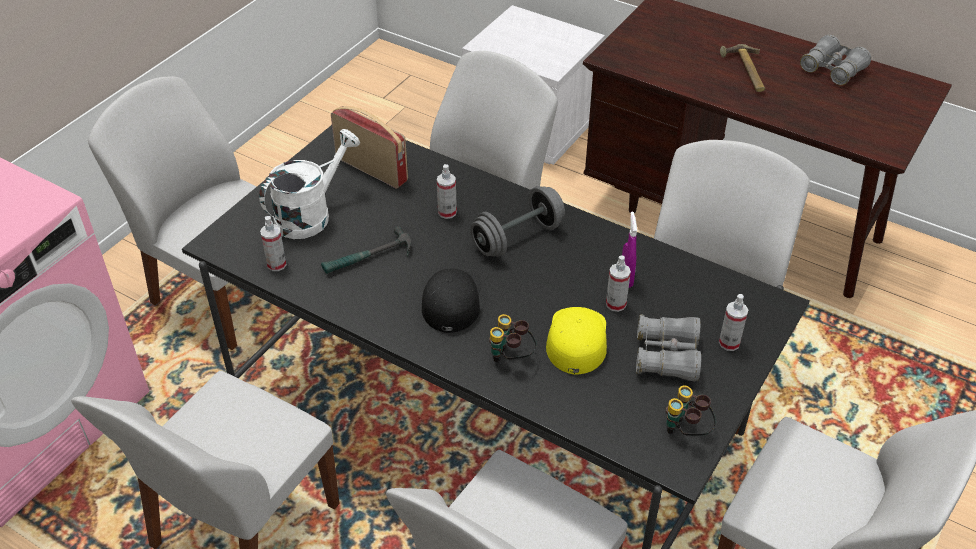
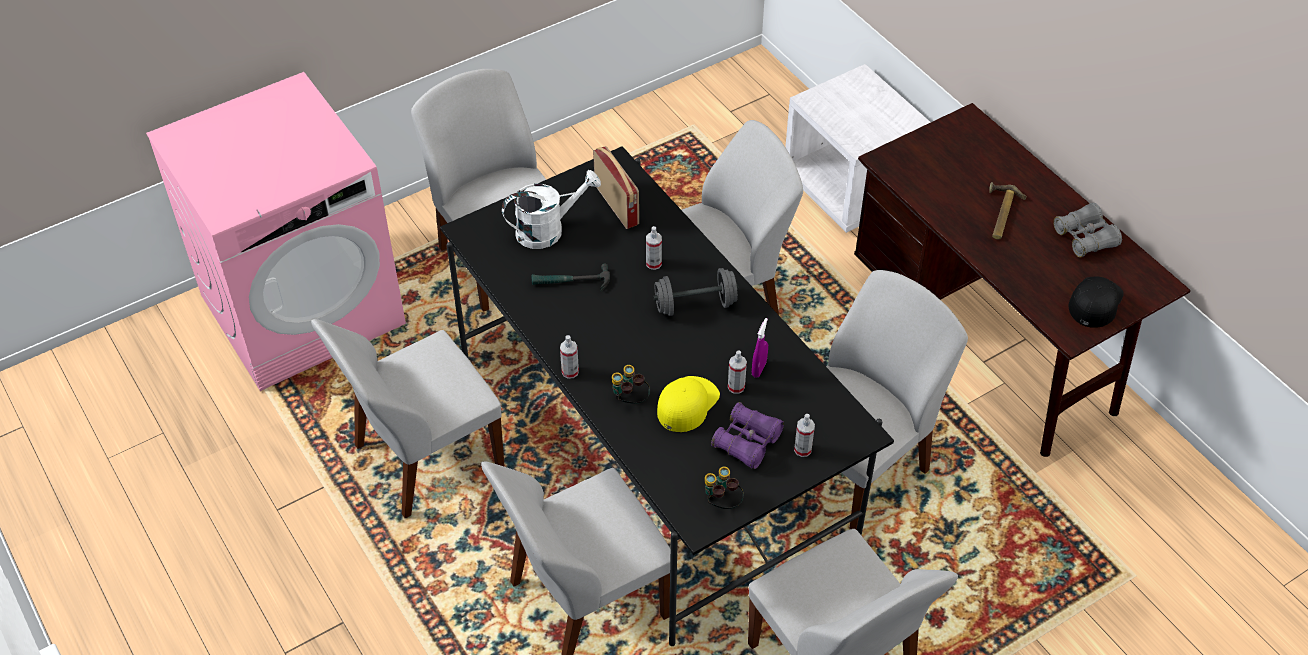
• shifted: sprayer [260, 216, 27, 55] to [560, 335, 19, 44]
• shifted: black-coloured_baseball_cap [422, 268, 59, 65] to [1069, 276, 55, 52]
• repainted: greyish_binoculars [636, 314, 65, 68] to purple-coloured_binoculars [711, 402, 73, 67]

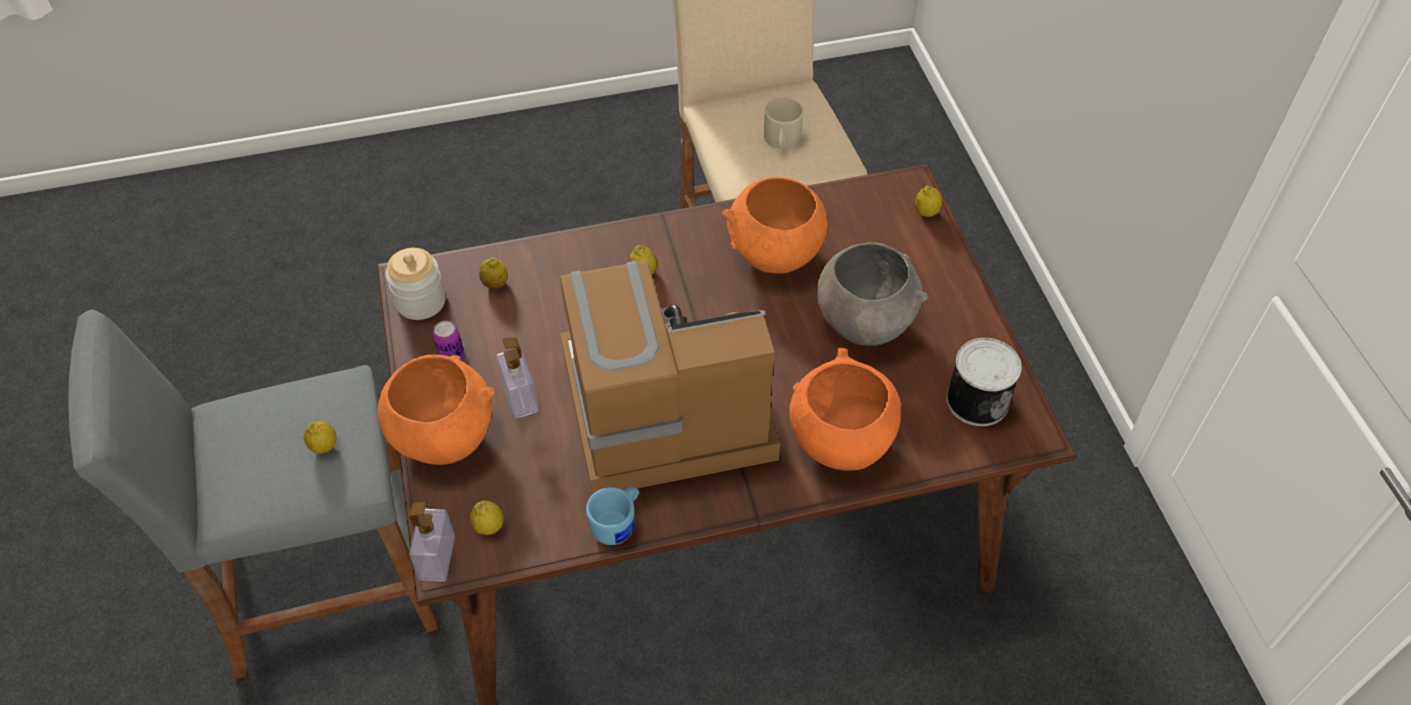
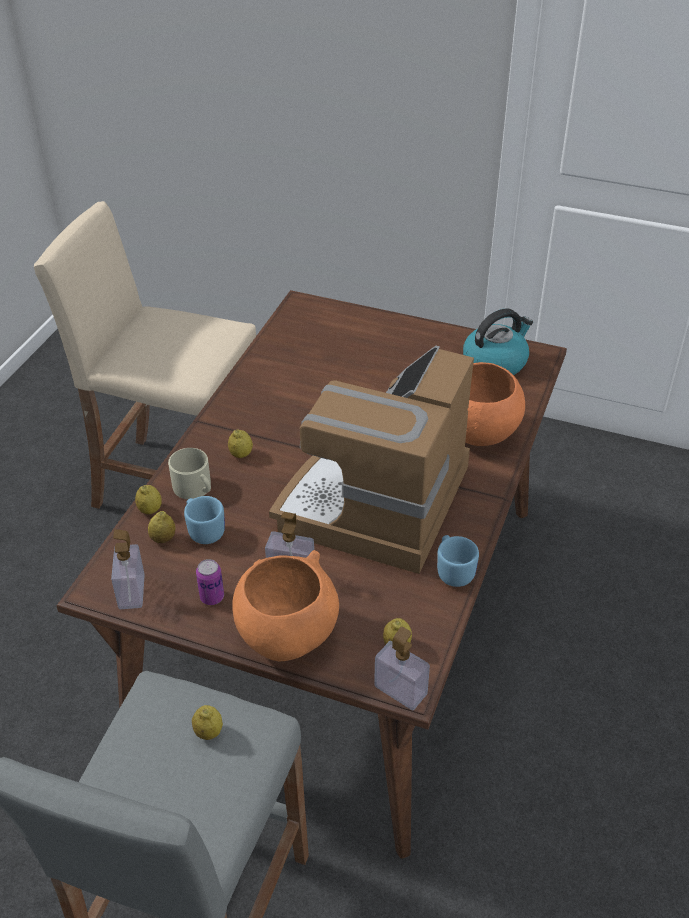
• swapped: storage_jar [386, 248, 60, 72] to soap_bottle [111, 529, 34, 80]
• gone: orange-coloured_deep_dish [722, 177, 106, 97]
• shifted: beige-coloured_mug [764, 98, 40, 51] to [168, 448, 43, 51]
• gone: greyish_deep_dish [817, 242, 111, 104]
• shifted: whole_lemon [915, 185, 27, 32] to [135, 485, 27, 29]
• swapped: sealed_can [946, 338, 76, 88] to water_kettle [463, 308, 70, 67]
• new: bluish_mug [184, 496, 41, 48]

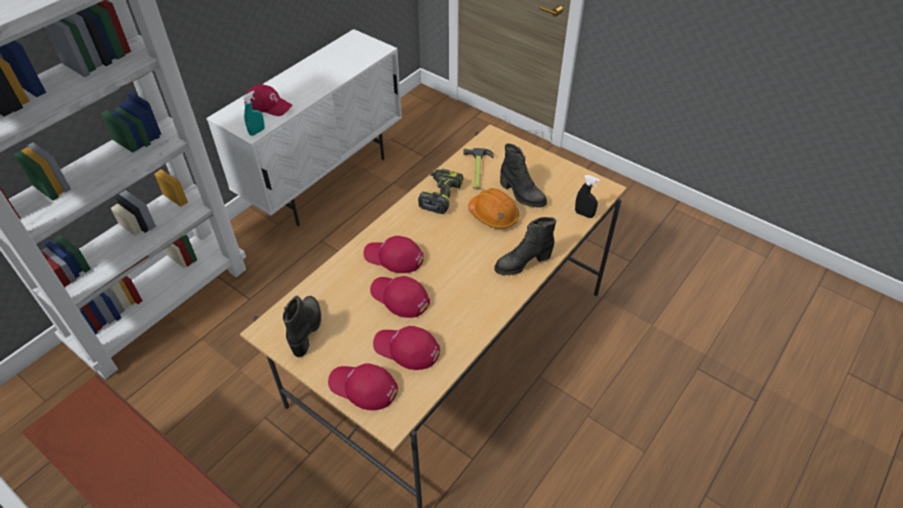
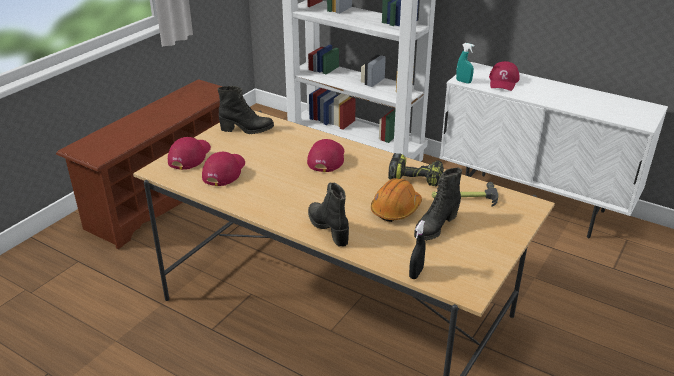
• gone: red-coloured_baseball_cap [370, 276, 60, 42]

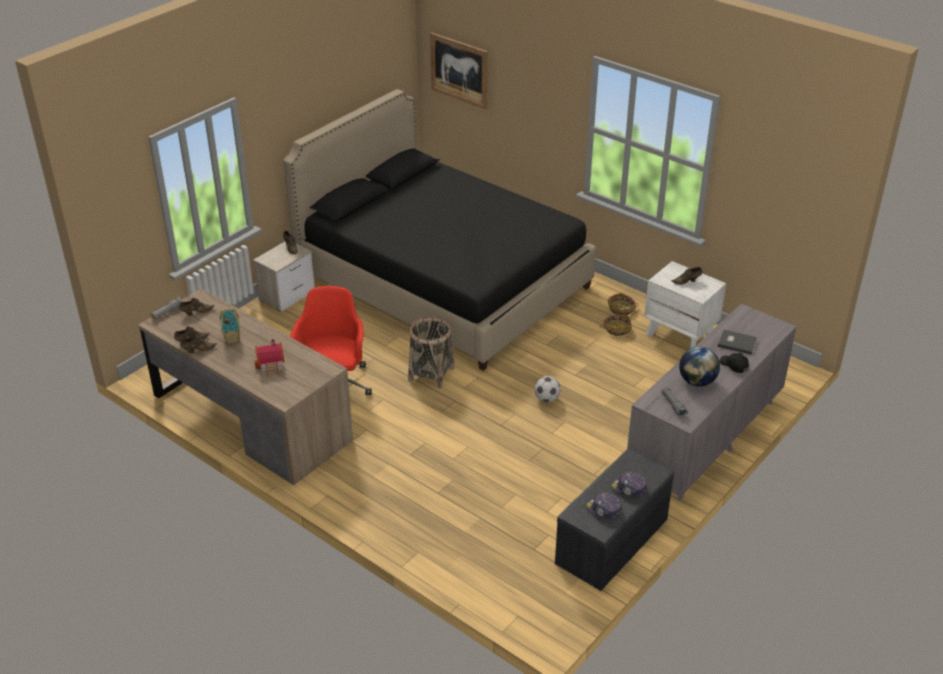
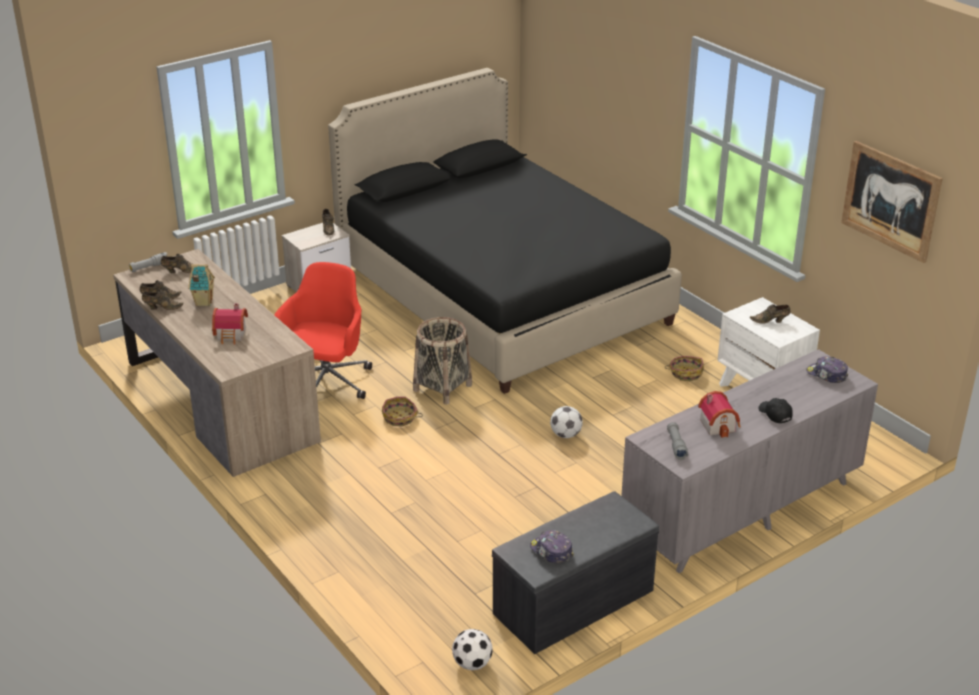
• shifted: wall_picture [430, 33, 58, 77] to [841, 141, 102, 122]
• shifted: storage_basket [608, 293, 31, 22] to [382, 397, 41, 29]
• shifted: baseball_cap [611, 472, 36, 25] to [806, 356, 42, 27]
• swapped: globe [679, 347, 41, 39] to model_house [698, 391, 42, 47]
• gone: greyish_bound_book [718, 330, 39, 25]
• new: football_ball [452, 629, 41, 41]

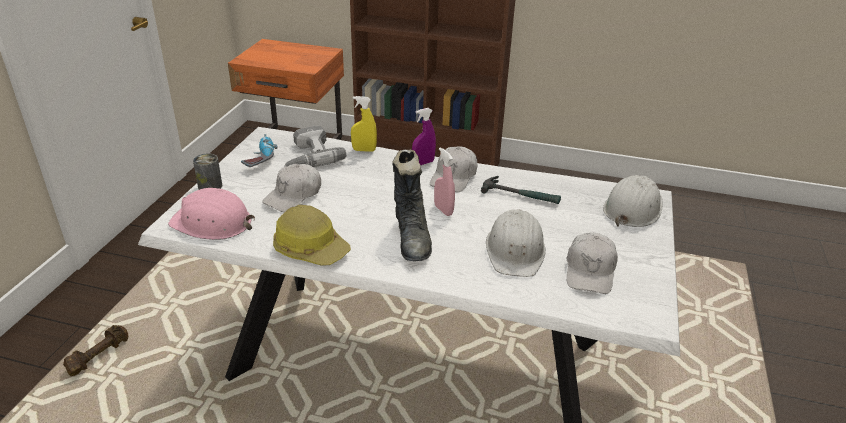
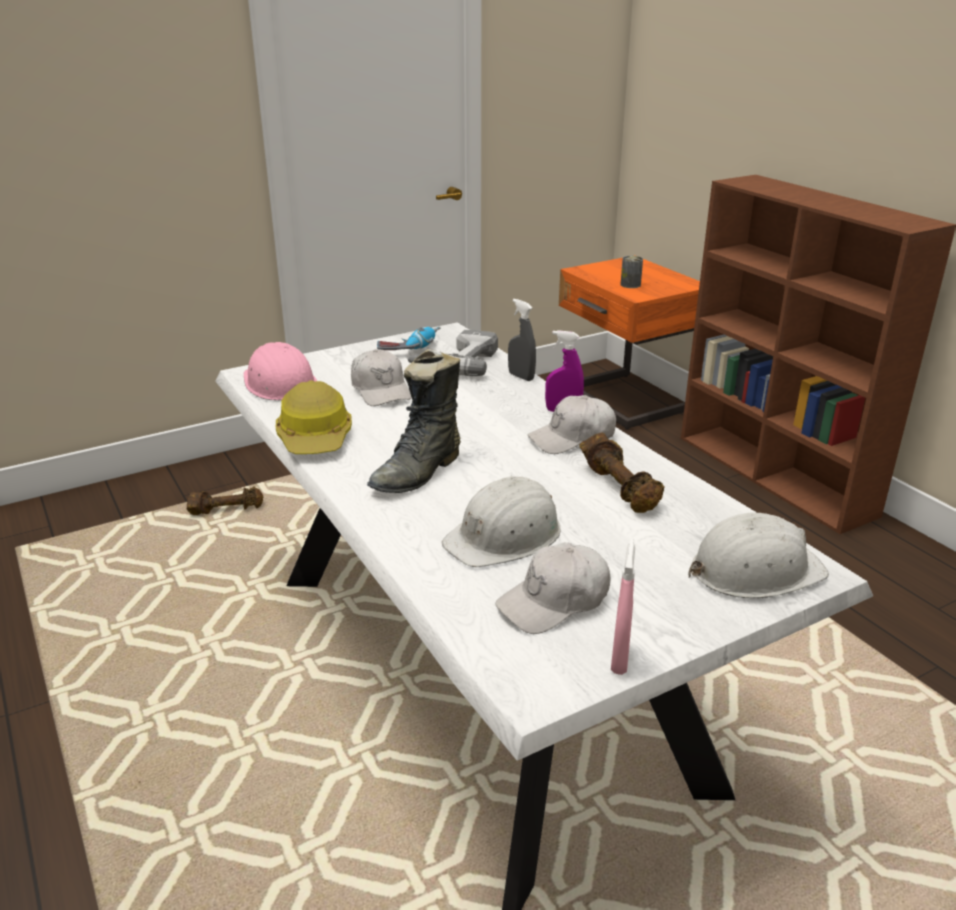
• shifted: sealed_can [193, 153, 29, 37] to [621, 256, 22, 32]
• rotated: white-coloured_baseball_cap [262, 164, 59, 48] = [351, 349, 61, 57] 105 degrees counterclockwise
• repainted: yellowish_sprayer [351, 96, 26, 56] to greyish_sprayer [508, 299, 28, 82]
• shifted: pink_sprayer [434, 147, 21, 69] to [611, 539, 24, 136]
• swapped: hand_hammer [481, 176, 80, 28] to brown_free_weight [579, 432, 86, 81]

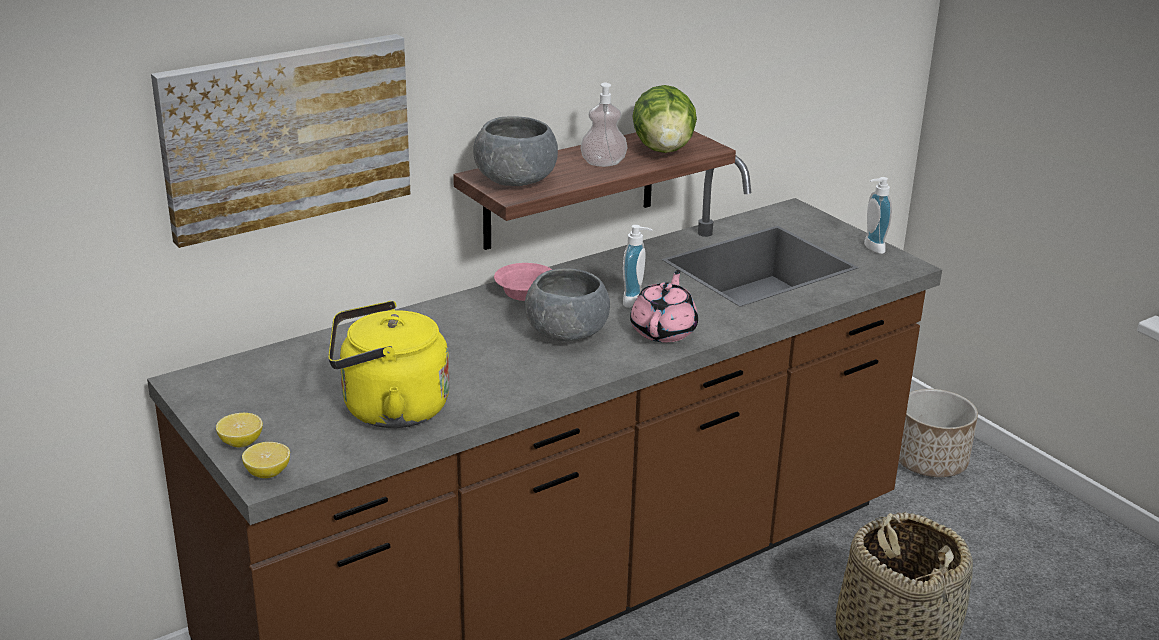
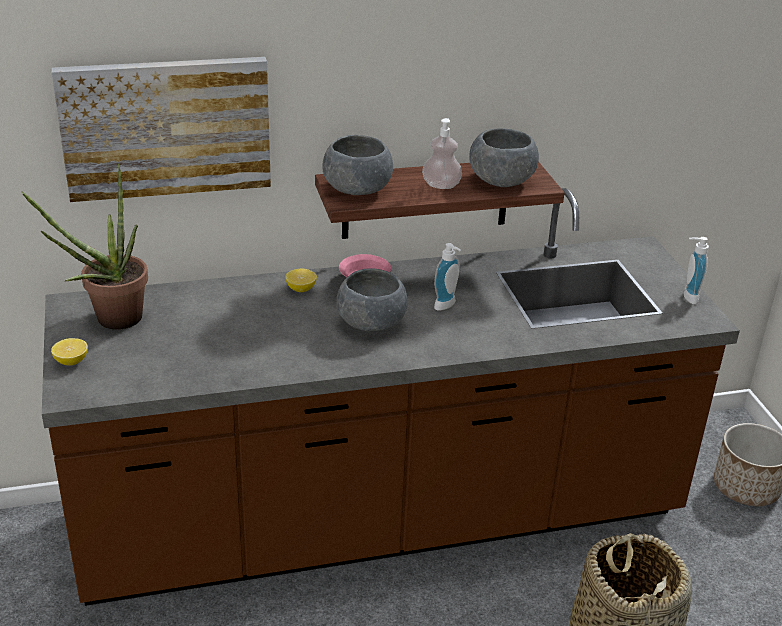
• shifted: whole_lemon [242, 442, 48, 36] to [285, 268, 32, 24]
• gone: yellowish_water_kettle [328, 301, 122, 127]
• gone: pink_teapot [630, 270, 68, 72]
• swapped: head_of_lettuce [632, 85, 65, 68] to greyish_deep_dish [469, 128, 70, 59]
• new: potted_plant [21, 164, 127, 166]

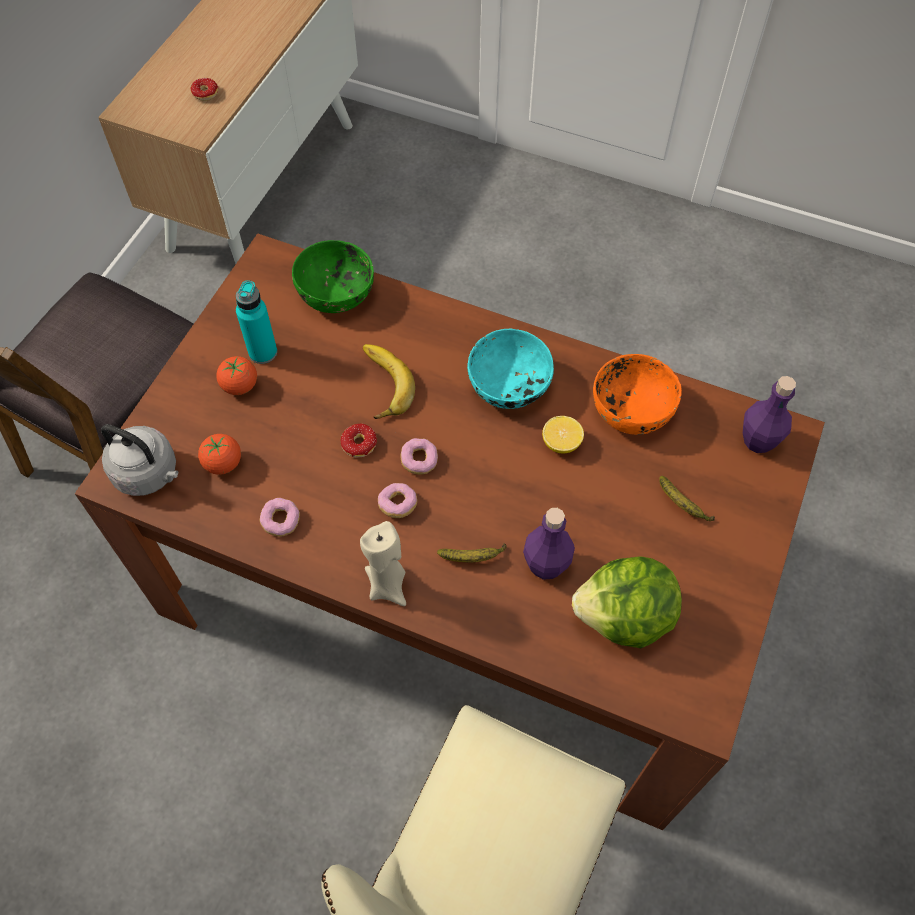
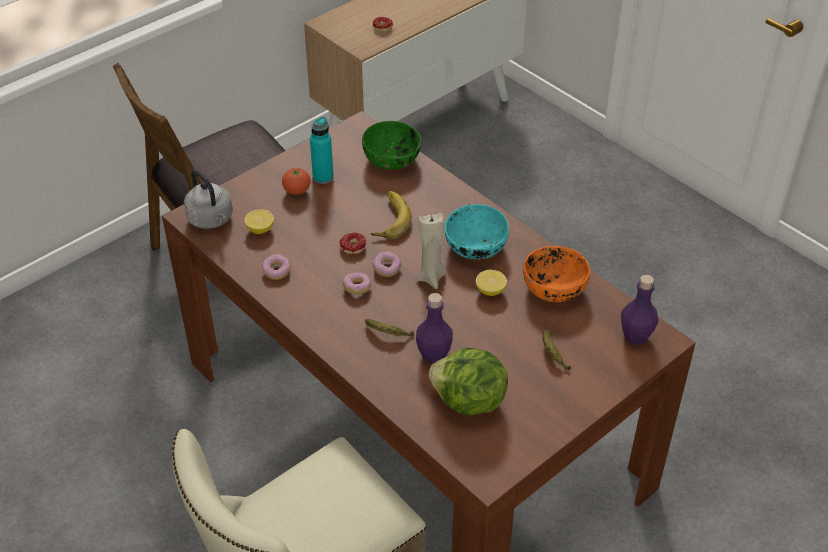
• swapped: fresh_tomato [198, 434, 43, 41] to whole_lemon [244, 209, 30, 25]
• shifted: beige-coloured_wax_light [360, 521, 46, 85] to [417, 213, 30, 76]

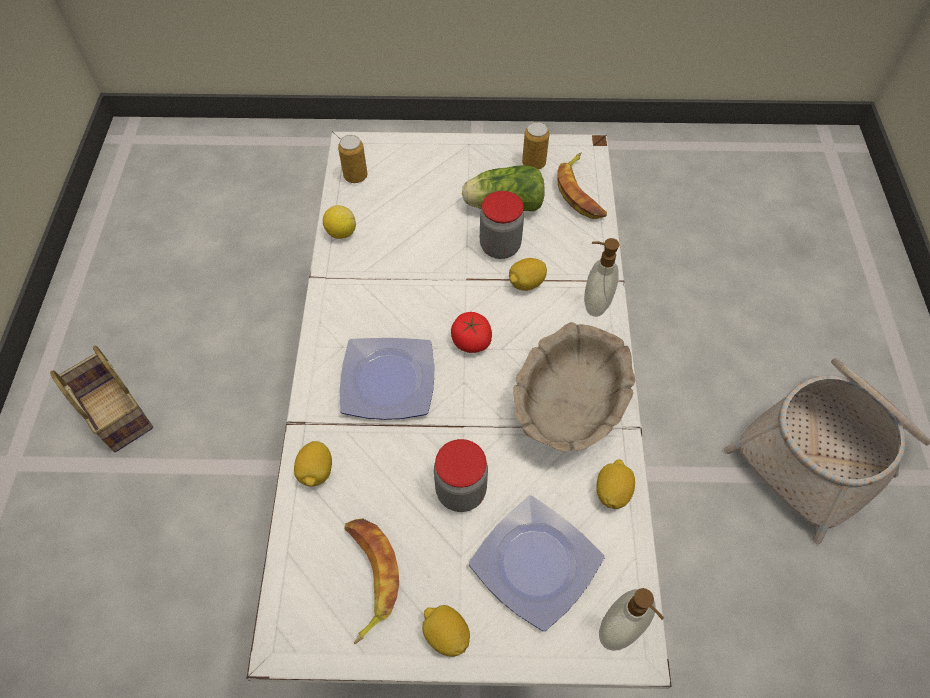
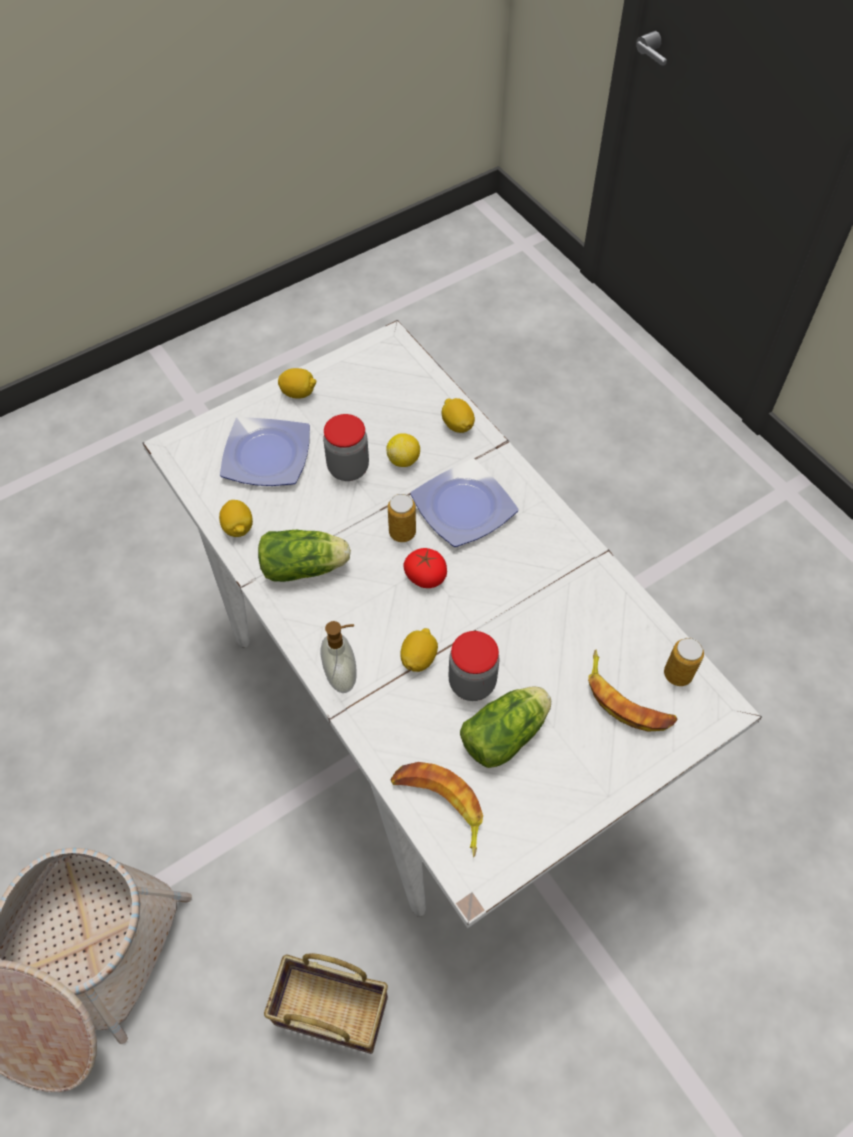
• shifted: storage_basket [50, 345, 103, 107] to [264, 953, 124, 101]
• shifted: whole_lemon [323, 205, 33, 34] to [387, 433, 33, 34]
• shifted: whole_banana [344, 519, 55, 125] to [588, 650, 90, 82]
• swapped: beige-coloured_deep_dish [513, 322, 122, 130] to head_of_lettuce [258, 530, 93, 52]
• shifted: sealed_can [522, 122, 27, 47] to [388, 494, 28, 48]
• gone: soap_bottle [599, 588, 65, 63]

